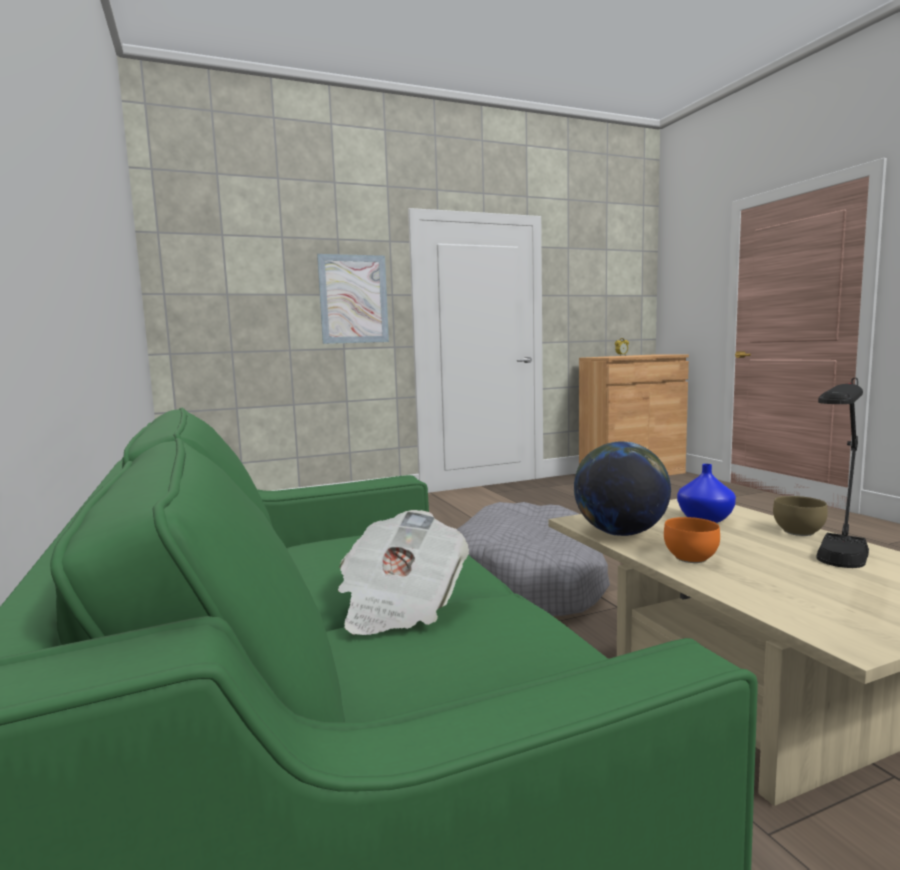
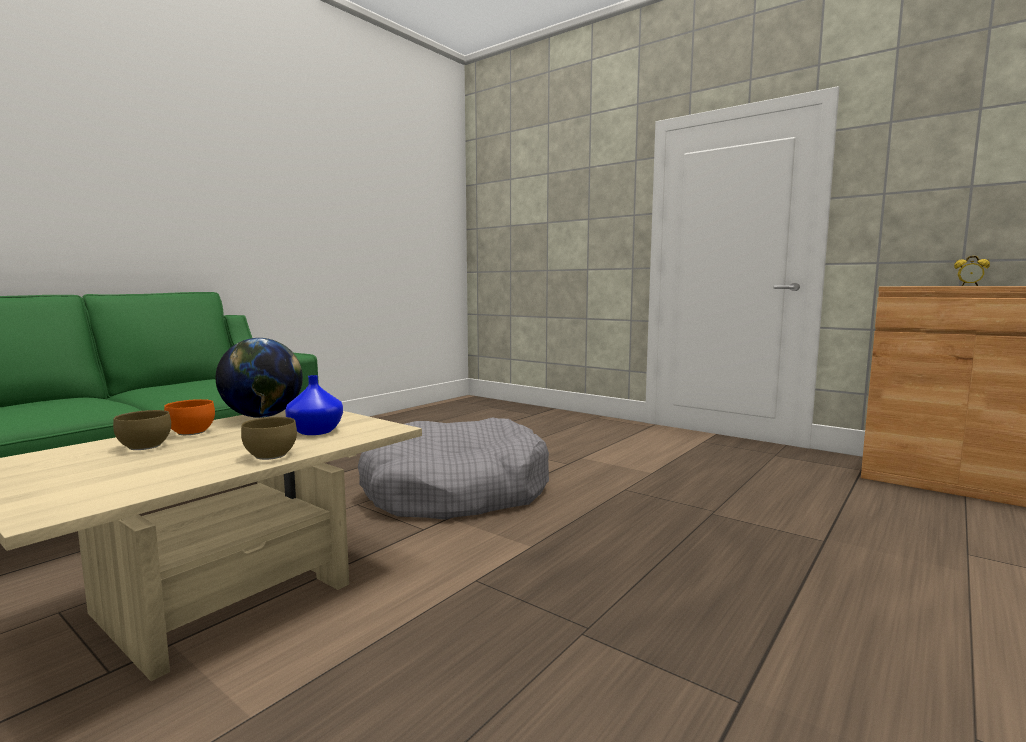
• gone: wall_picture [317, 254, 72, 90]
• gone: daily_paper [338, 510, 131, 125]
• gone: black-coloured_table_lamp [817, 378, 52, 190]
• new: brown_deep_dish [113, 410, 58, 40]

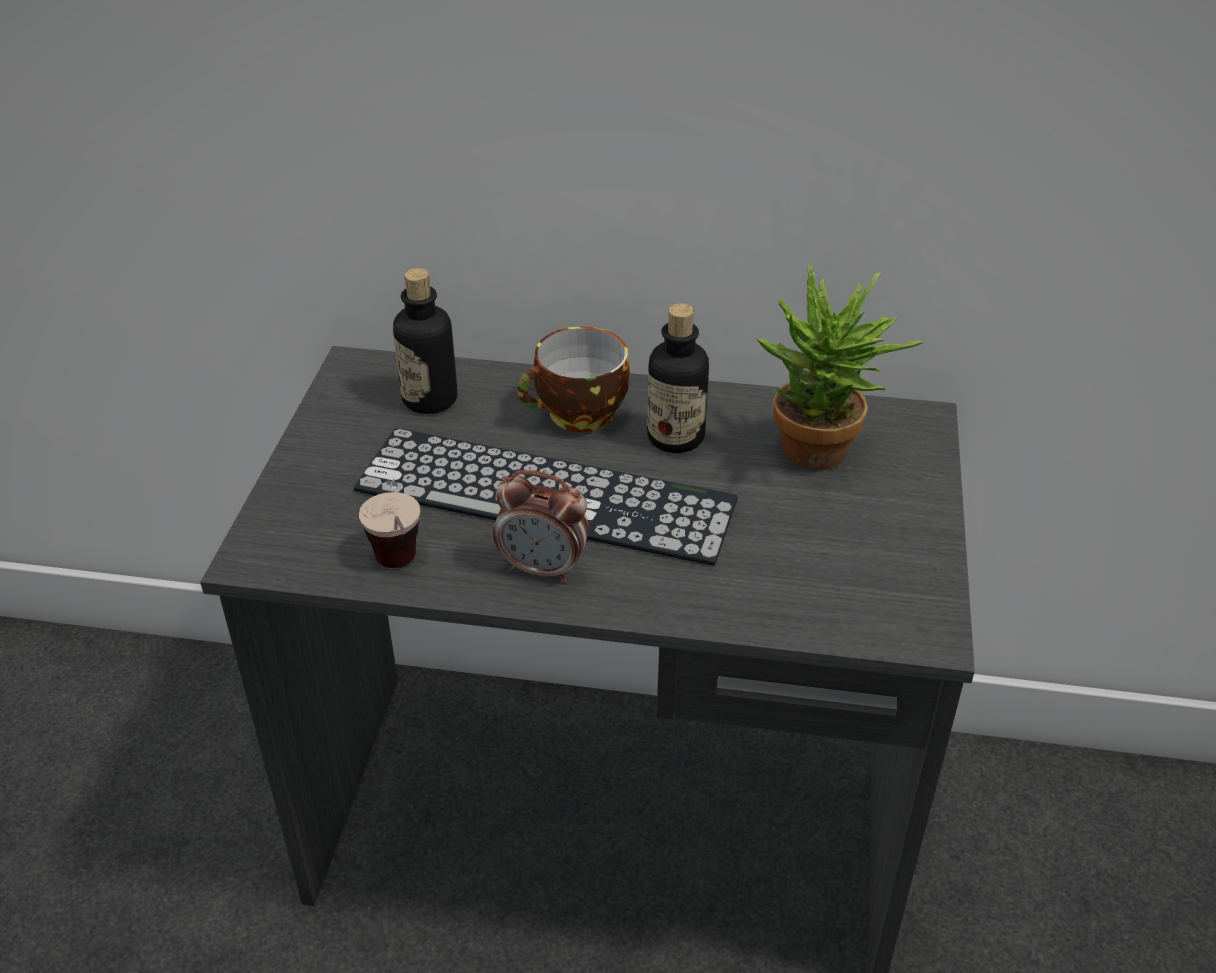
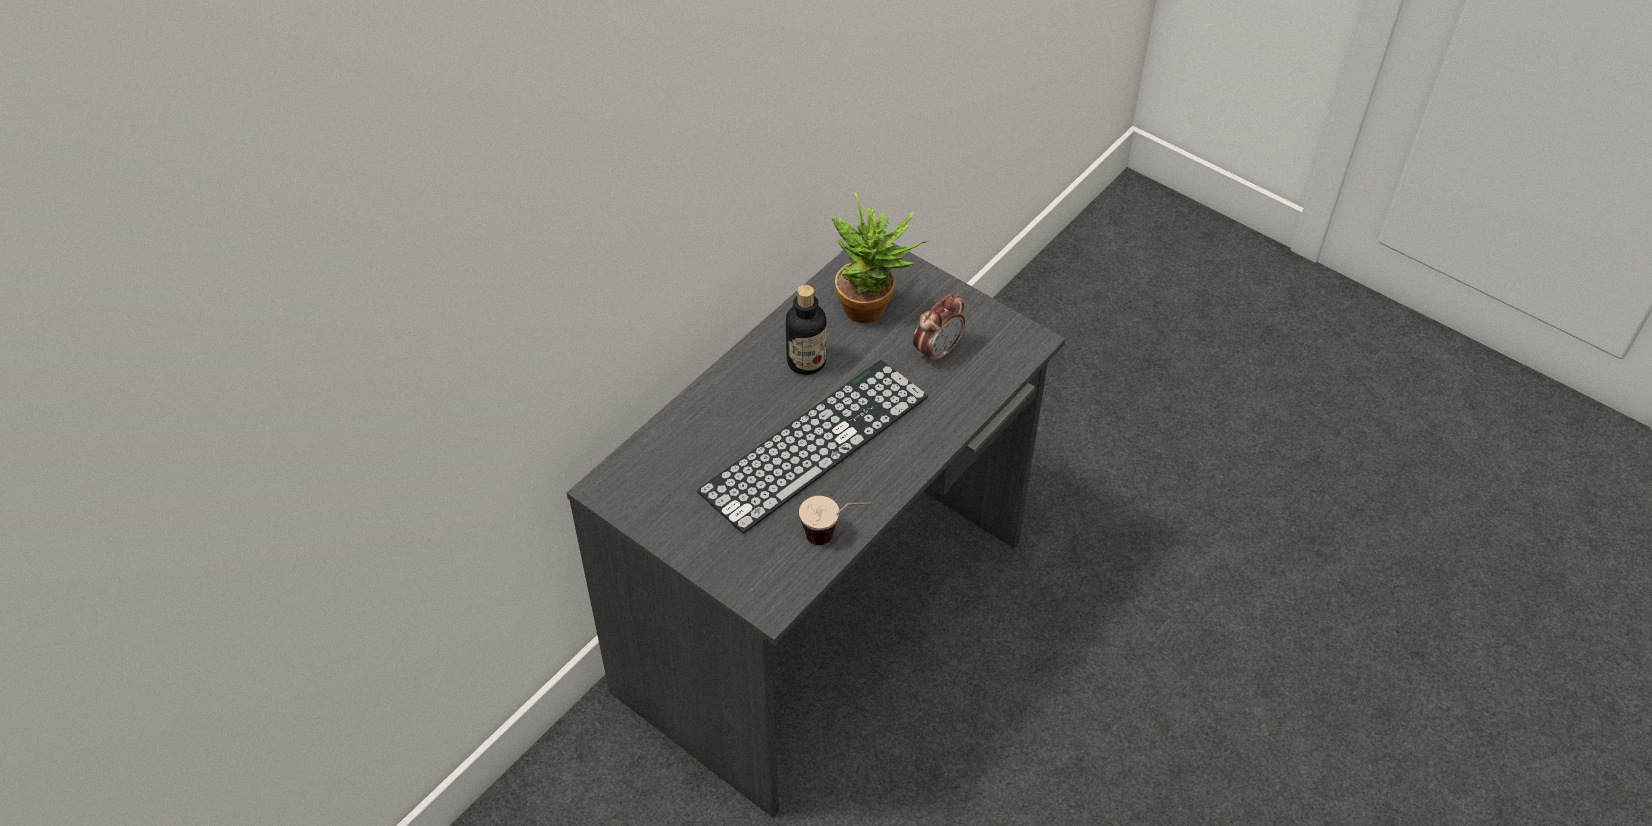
• gone: drink_bottle [393, 268, 64, 146]
• shifted: table_clock [493, 470, 96, 113] to [913, 294, 52, 71]
• gone: drinking_cup [517, 326, 113, 106]

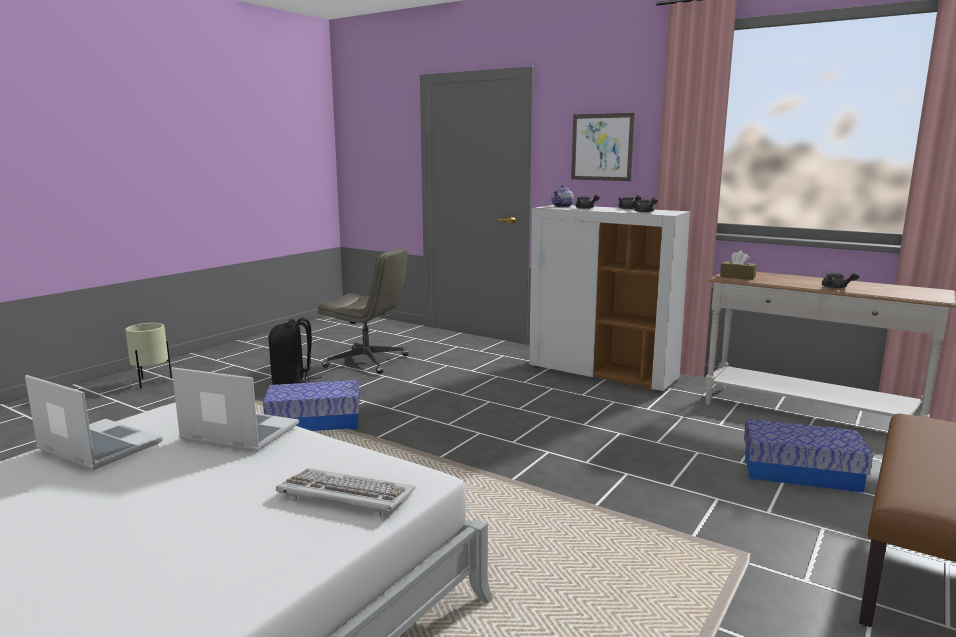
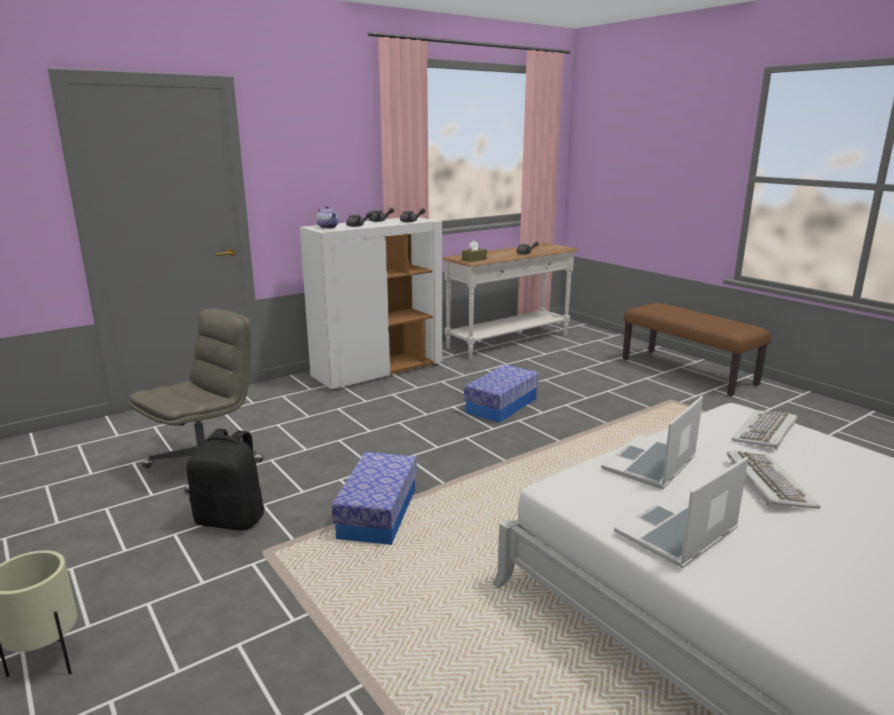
• gone: wall_picture [571, 113, 64, 68]
• shifted: storage_container [744, 419, 129, 74] to [464, 365, 75, 58]
• new: computer_keyboard [727, 451, 93, 58]

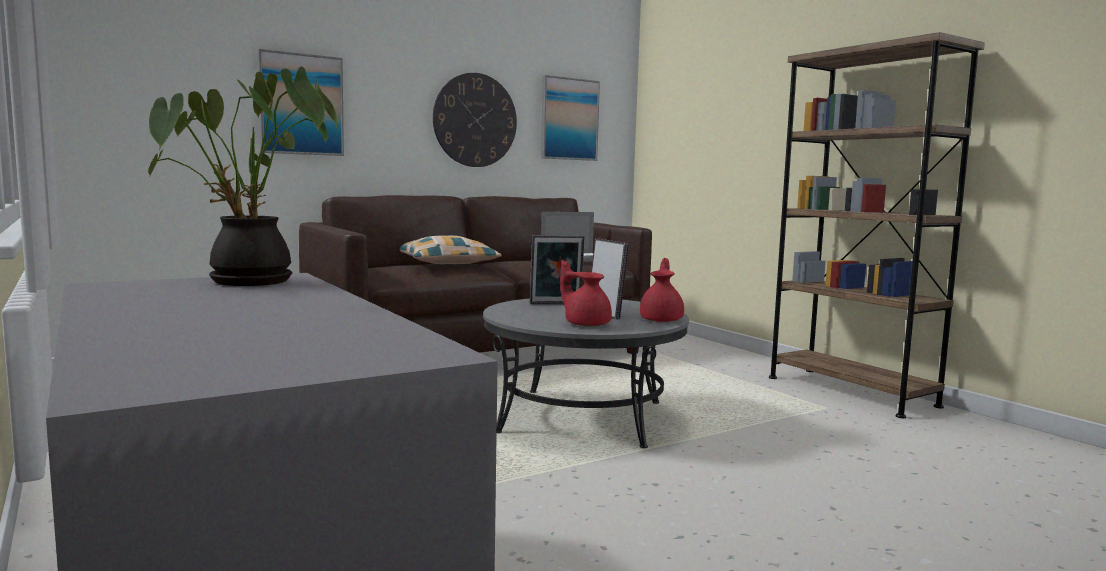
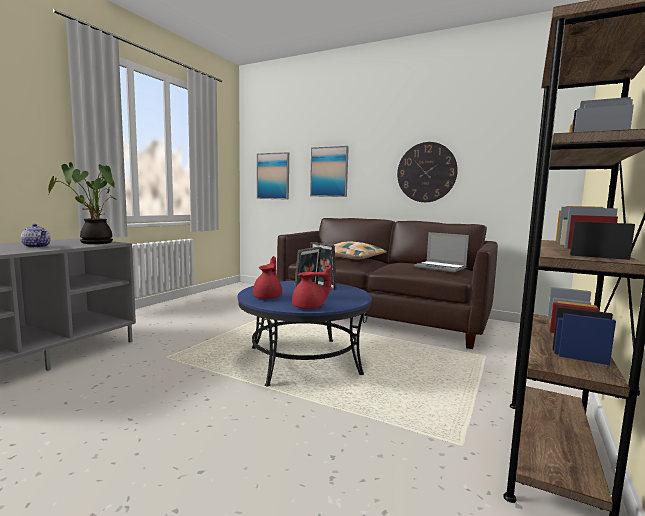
• repainted: greyish_coffee_table [483, 299, 206, 149] to bluish_coffee_table [238, 281, 134, 105]
• shifted: wall_picture [541, 75, 59, 86] to [257, 152, 32, 48]
• new: teapot [21, 224, 30, 24]

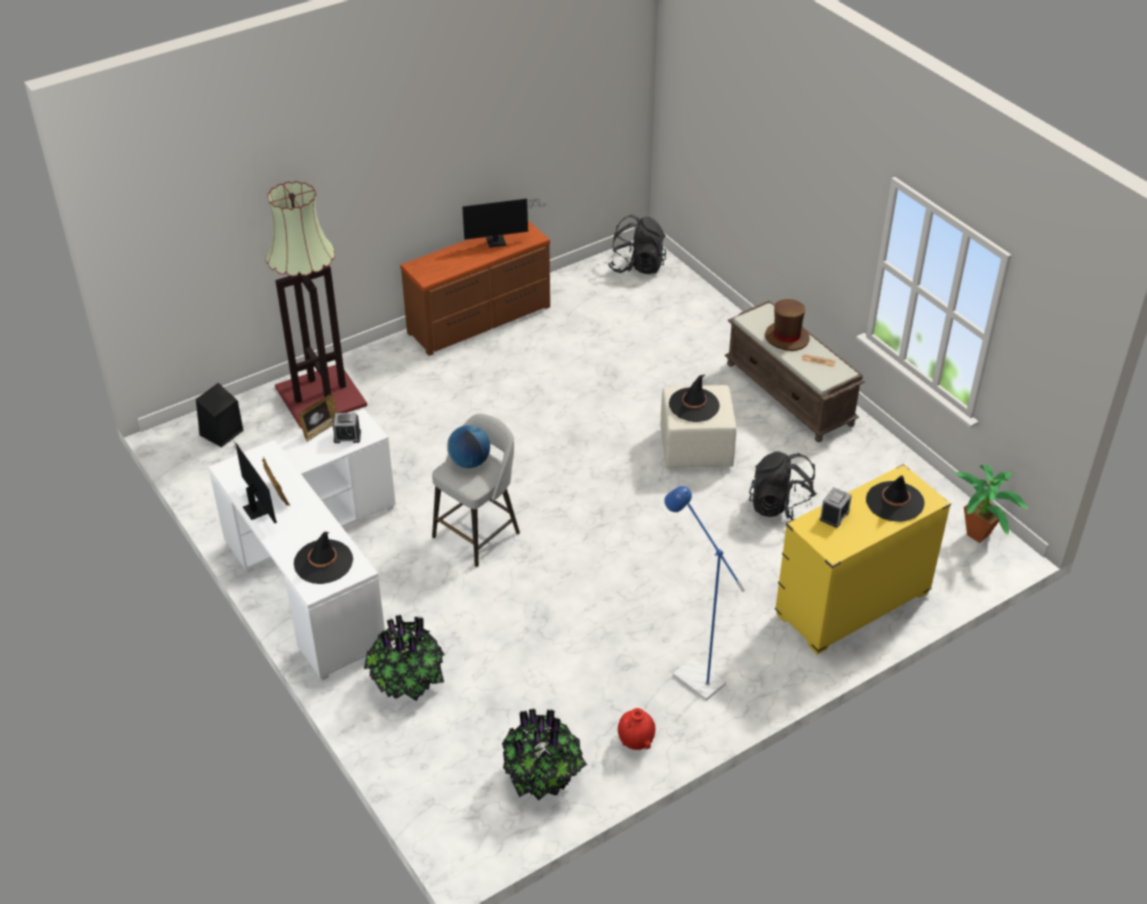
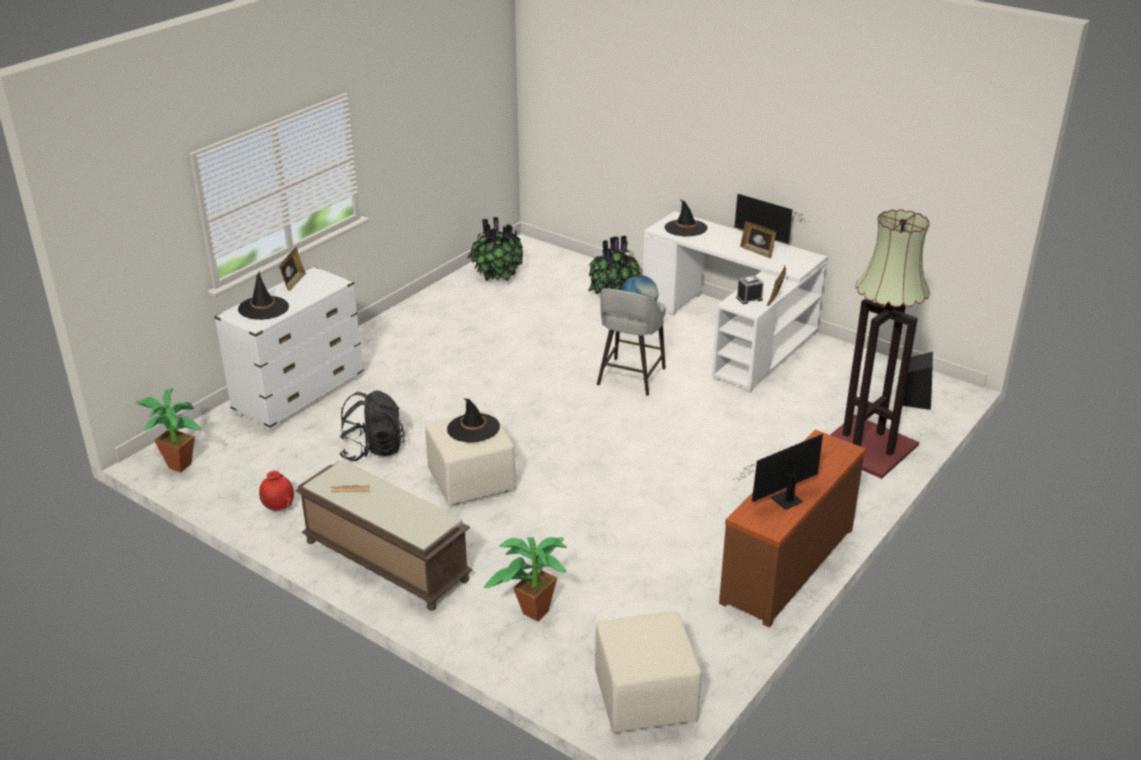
• swapped: black-coloured_backpack [608, 214, 58, 60] to beige-coloured_footrest [595, 612, 106, 121]
• shifted: red-coloured_flower_vase [618, 708, 37, 42] to [259, 471, 35, 40]
• gone: bluish_standard_lamp [664, 486, 81, 215]
• gone: brown_hat [765, 299, 45, 52]
• repainted: yellowish_drawer_chest [775, 464, 176, 191] to white-coloured_drawer_chest [214, 266, 150, 166]
• gone: table_clock [820, 487, 32, 41]
• new: photo_frame [279, 248, 27, 43]
• new: potted_plant [484, 537, 83, 84]

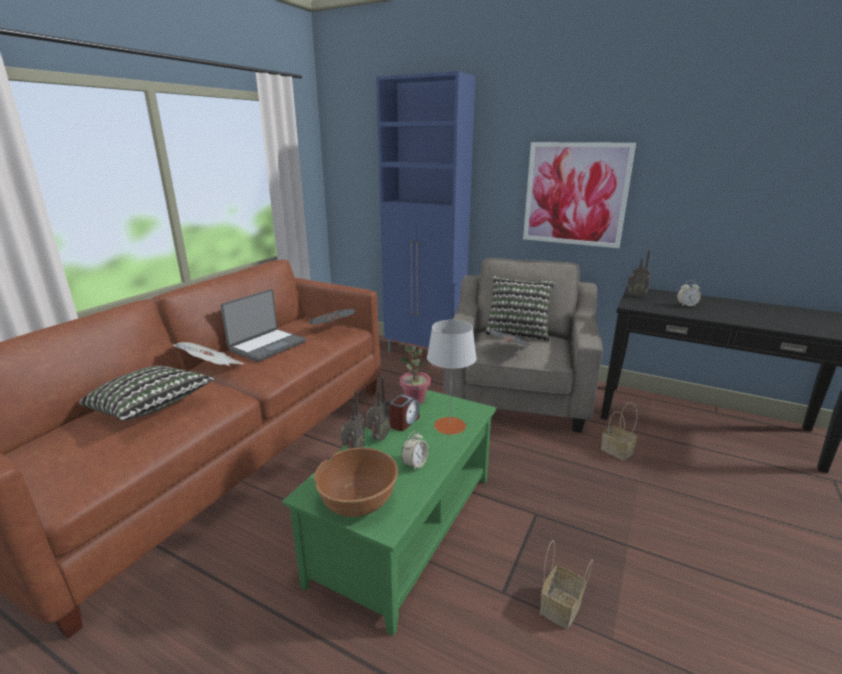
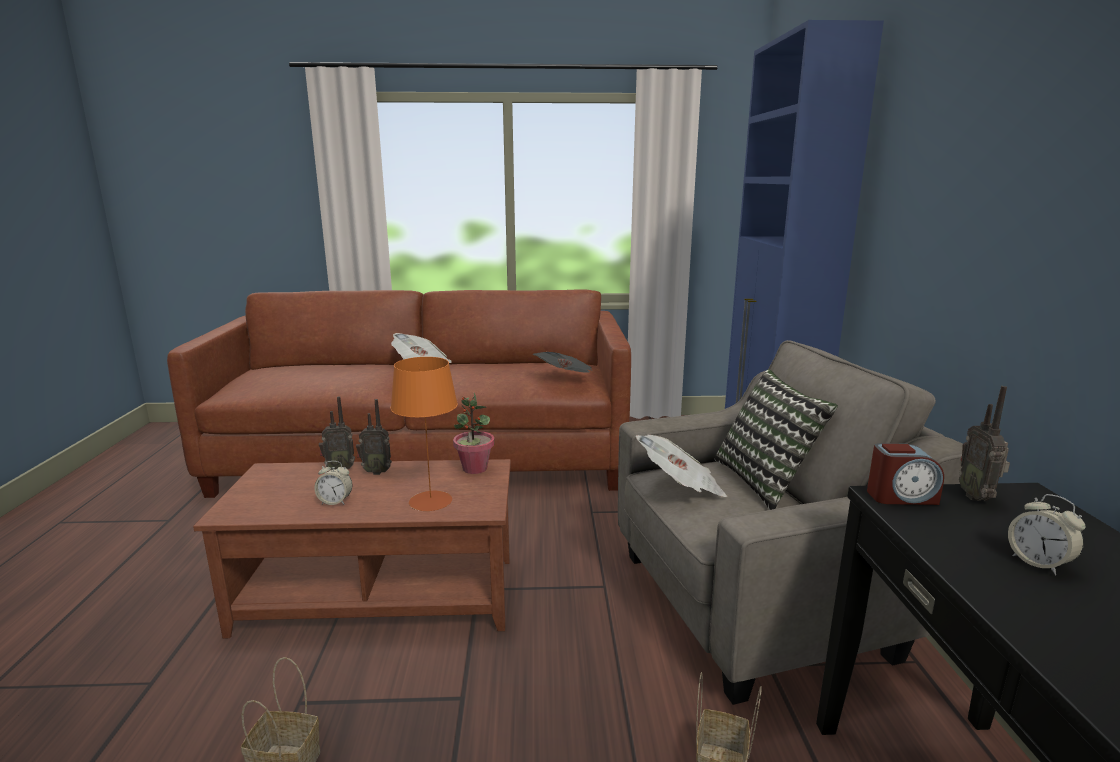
• gone: pillow [79, 365, 135, 55]
• gone: laptop [220, 289, 86, 73]
• repainted: green_coffee_table [282, 390, 214, 246] to brown_coffee_table [193, 459, 318, 180]
• gone: brown_deep_dish [314, 448, 84, 69]
• shifted: table_clock [389, 394, 30, 37] to [867, 443, 77, 62]
• repainted: greyish_table_lamp [427, 320, 50, 115] to orange-coloured_table_lamp [391, 357, 67, 154]
• gone: wall_picture [523, 142, 113, 106]

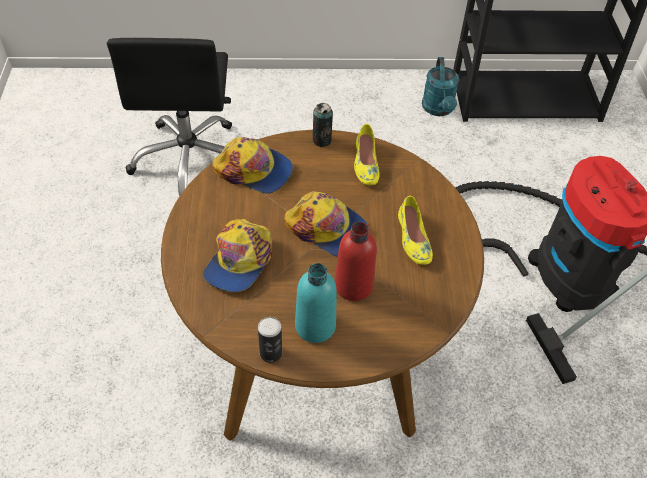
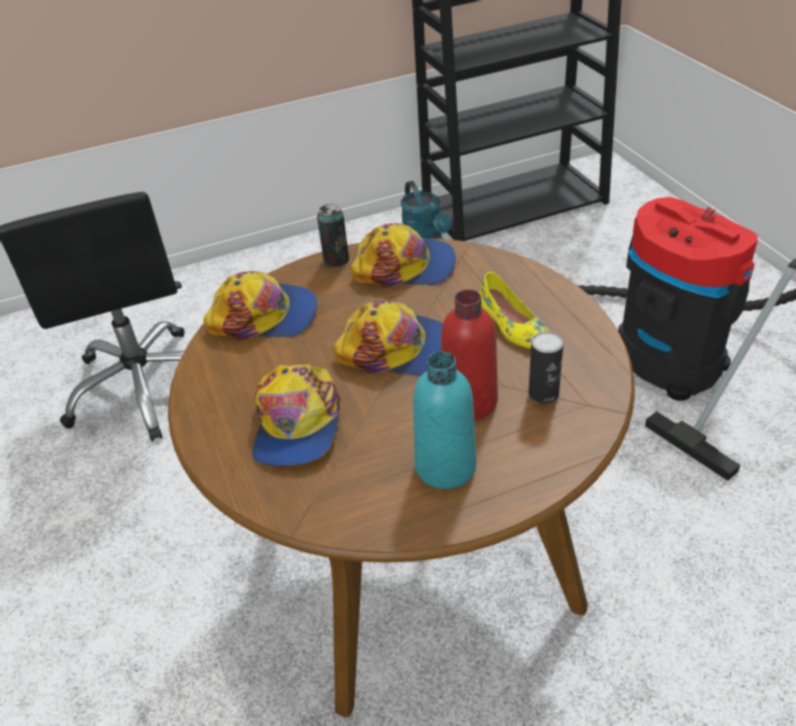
• shifted: sealed_can [258, 317, 24, 46] to [529, 331, 35, 73]
• swapped: yellowish_low_shoe [354, 124, 26, 61] to baseball_cap [351, 223, 105, 65]

